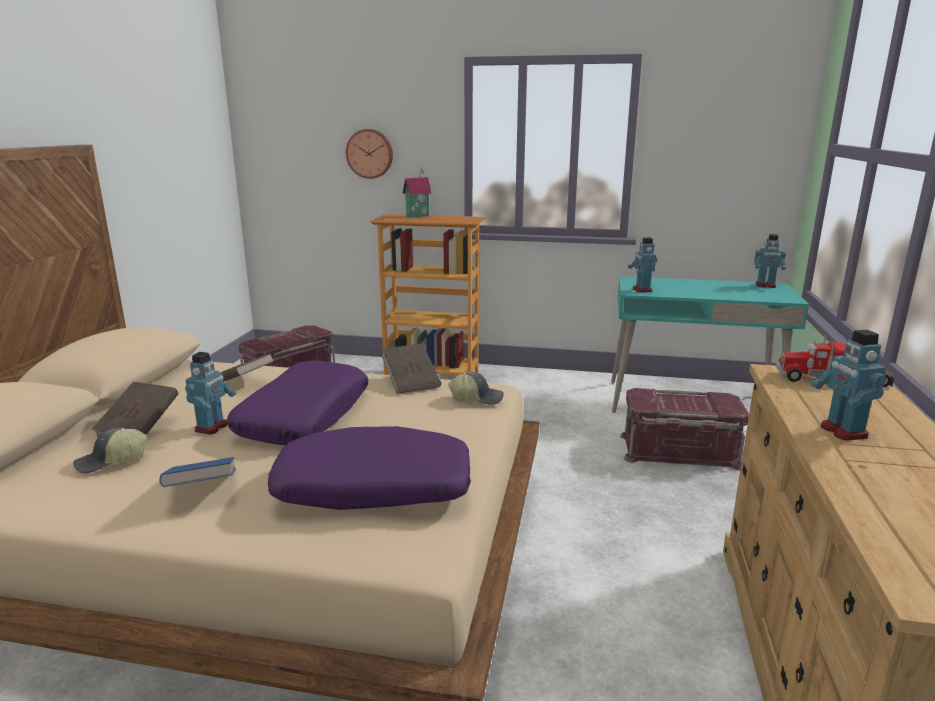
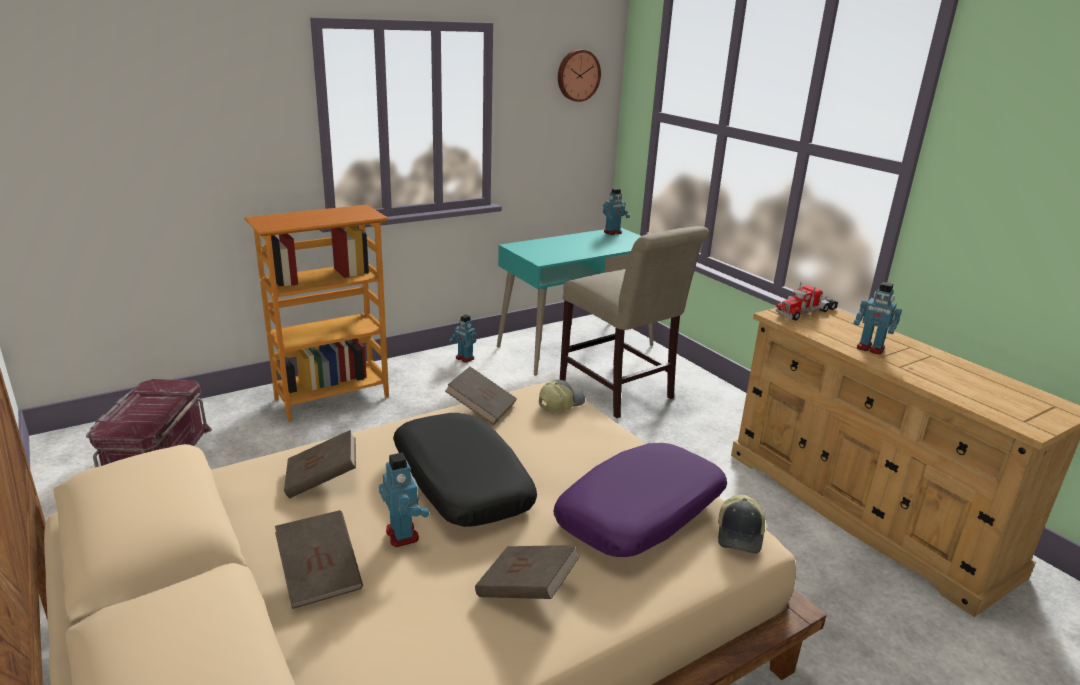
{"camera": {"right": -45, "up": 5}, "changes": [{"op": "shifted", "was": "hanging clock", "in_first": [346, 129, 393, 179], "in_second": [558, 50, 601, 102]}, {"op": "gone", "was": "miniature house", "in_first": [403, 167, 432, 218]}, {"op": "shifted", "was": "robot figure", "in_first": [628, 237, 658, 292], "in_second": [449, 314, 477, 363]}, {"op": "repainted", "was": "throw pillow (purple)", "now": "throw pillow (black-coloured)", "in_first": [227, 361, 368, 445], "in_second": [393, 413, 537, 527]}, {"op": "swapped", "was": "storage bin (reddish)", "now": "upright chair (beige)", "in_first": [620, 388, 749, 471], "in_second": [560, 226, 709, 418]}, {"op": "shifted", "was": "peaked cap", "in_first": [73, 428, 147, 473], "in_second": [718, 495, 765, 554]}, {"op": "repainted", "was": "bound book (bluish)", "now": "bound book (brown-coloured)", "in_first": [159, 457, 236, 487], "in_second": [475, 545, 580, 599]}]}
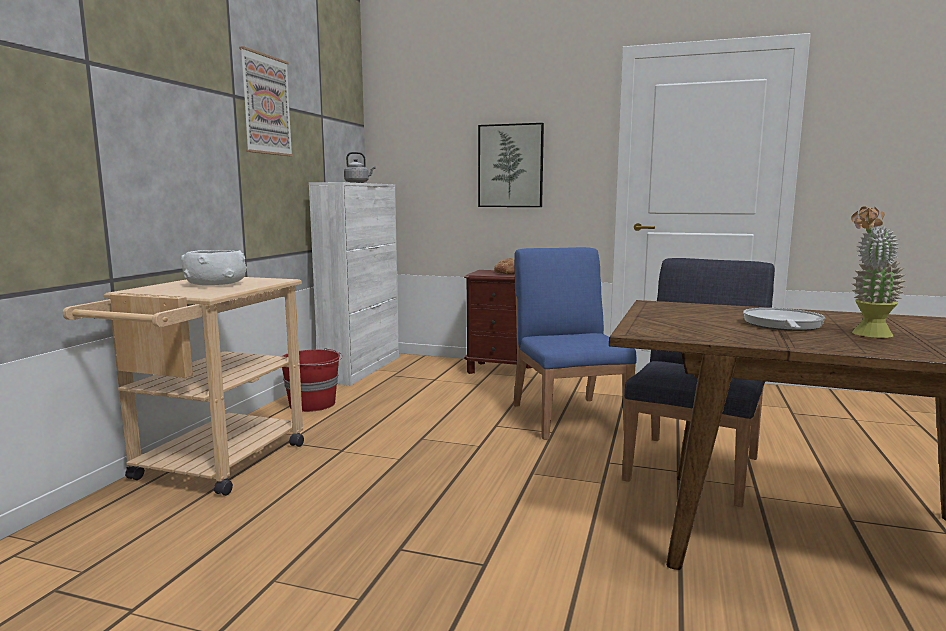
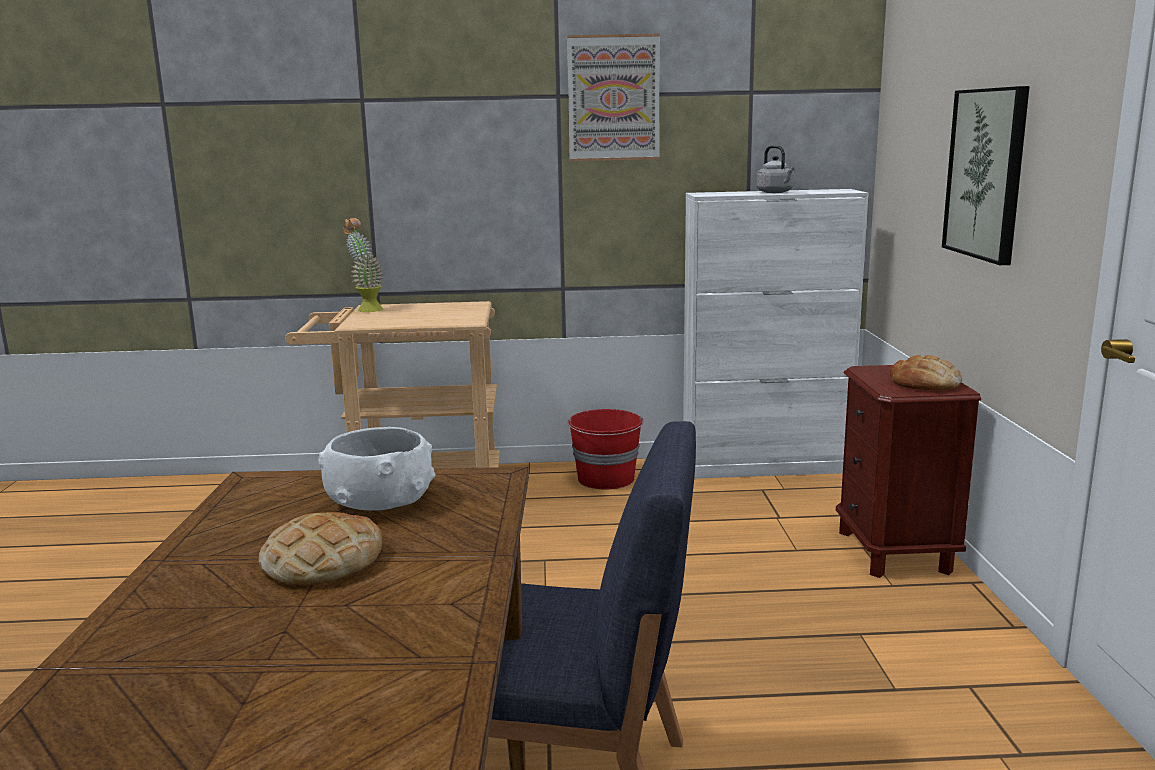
{"camera": {"right": 70, "up": 5}, "changes": [{"op": "shifted", "was": "potted plant", "in_first": [851, 206, 906, 338], "in_second": [343, 218, 383, 312]}, {"op": "gone", "was": "upright chair (bluish)", "in_first": [513, 247, 637, 440]}, {"op": "shifted", "was": "bowl (whitish)", "in_first": [181, 250, 247, 285], "in_second": [318, 427, 436, 511]}, {"op": "swapped", "was": "pan", "now": "bakery bread", "in_first": [743, 308, 825, 331], "in_second": [258, 512, 383, 585]}]}
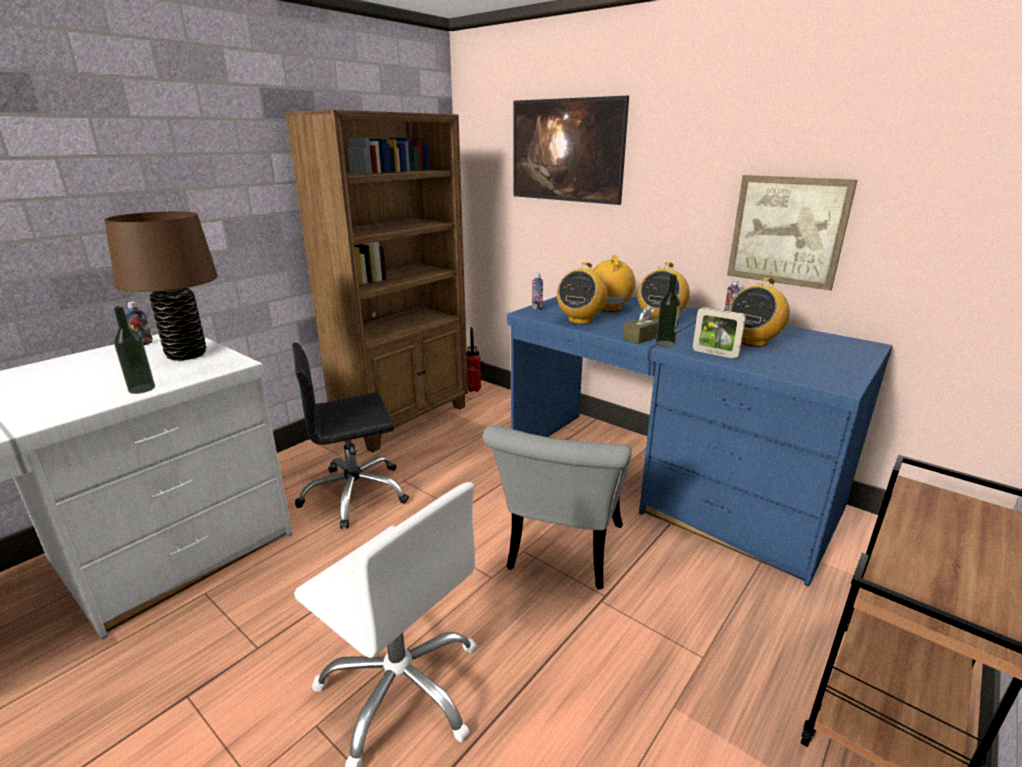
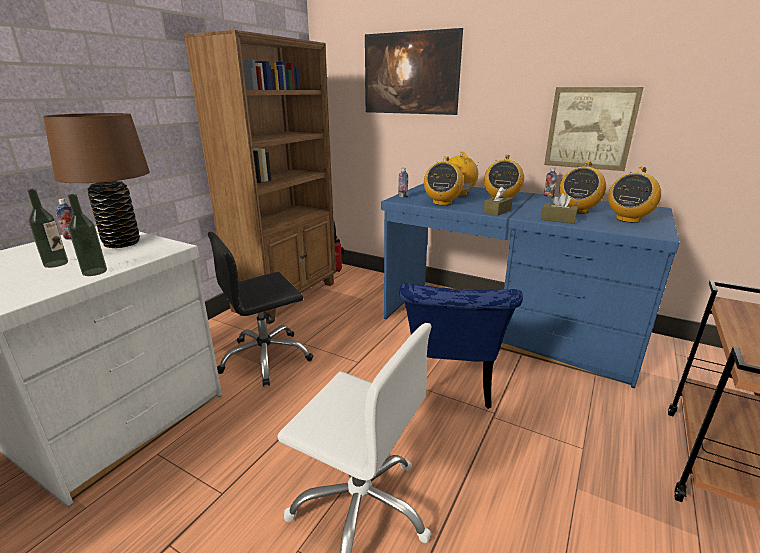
{"camera": {"right": -10, "up": 0}, "changes": [{"op": "shifted", "was": "drink bottle", "in_first": [656, 274, 680, 347], "in_second": [27, 189, 68, 268]}, {"op": "swapped", "was": "picture frame", "now": "tissue holder (brown-coloured)", "in_first": [693, 307, 746, 359], "in_second": [541, 193, 578, 224]}, {"op": "repainted", "was": "upright chair (gray)", "now": "upright chair (bluish)", "in_first": [483, 425, 632, 590], "in_second": [400, 283, 523, 409]}, {"op": "new", "now": "radio set", "in_second": [608, 167, 661, 223]}]}
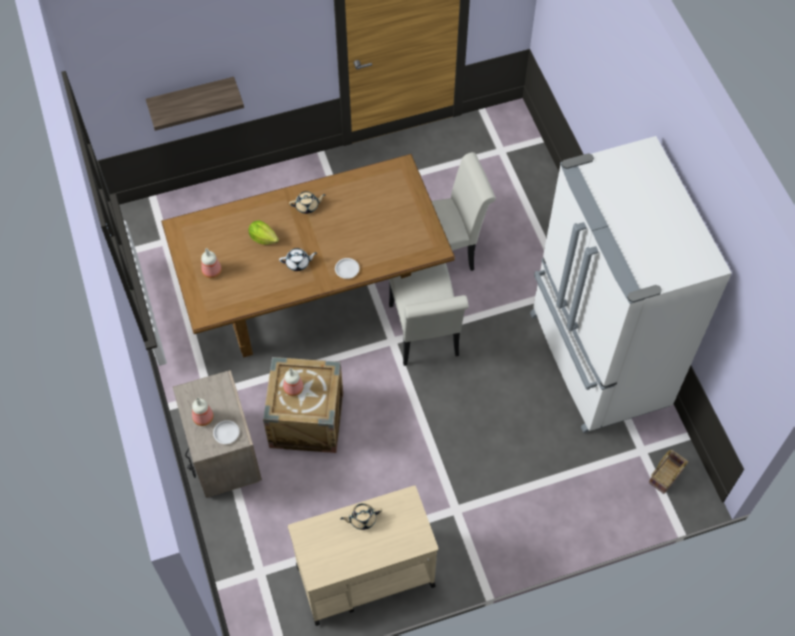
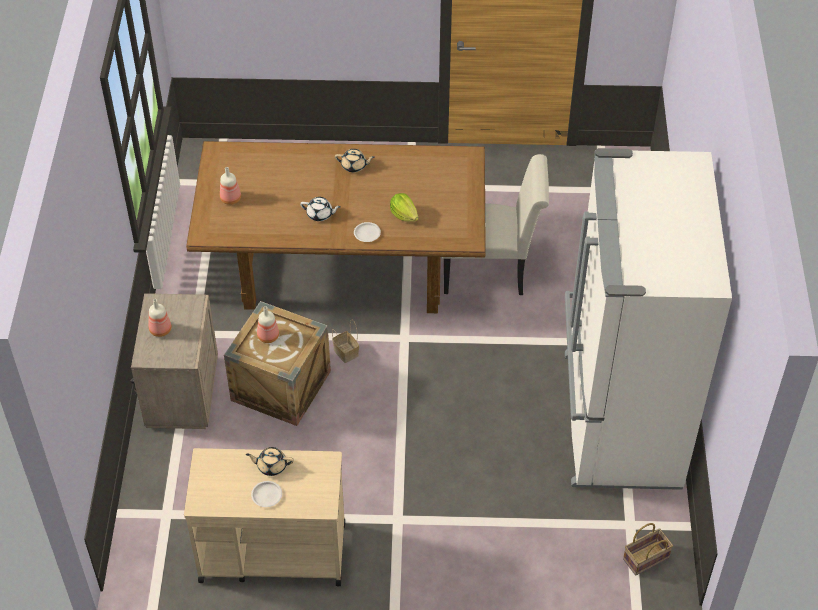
{"camera": {"right": 20, "up": -10}, "changes": [{"op": "gone", "was": "shelf", "in_first": [146, 77, 244, 131]}, {"op": "shifted", "was": "head of lettuce", "in_first": [248, 220, 279, 245], "in_second": [390, 193, 419, 222]}, {"op": "gone", "was": "upright chair (whitish)", "in_first": [389, 263, 469, 366]}, {"op": "shifted", "was": "flat dish (whitish)", "in_first": [213, 420, 239, 444], "in_second": [251, 481, 282, 507]}, {"op": "new", "now": "storage basket", "in_second": [332, 320, 359, 363]}]}
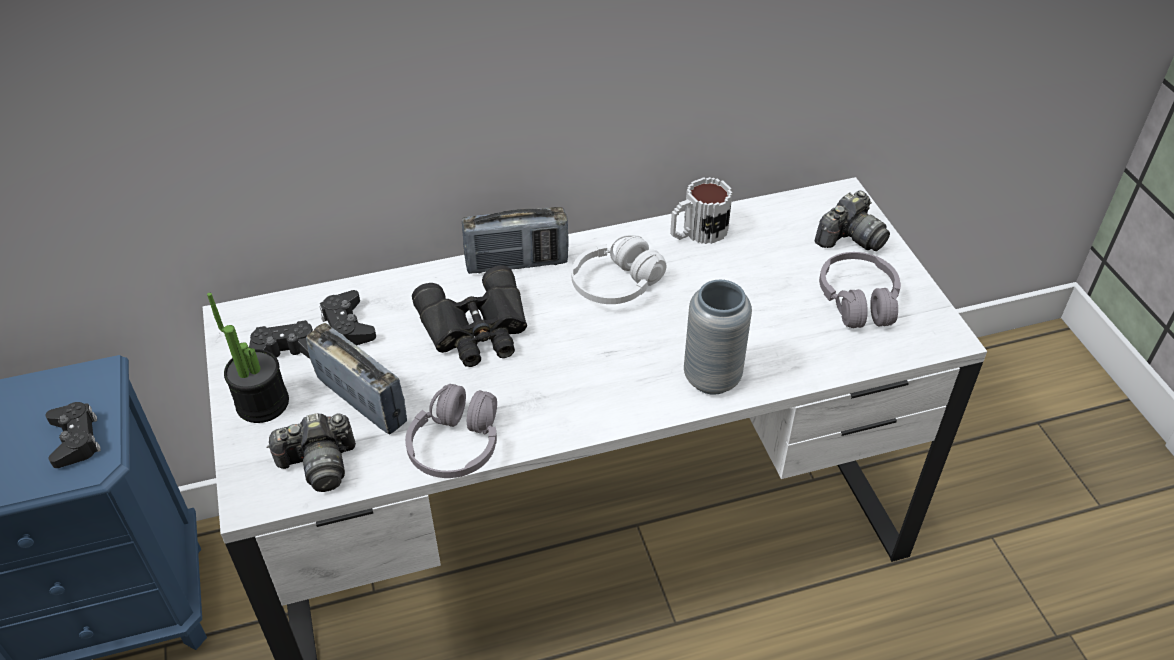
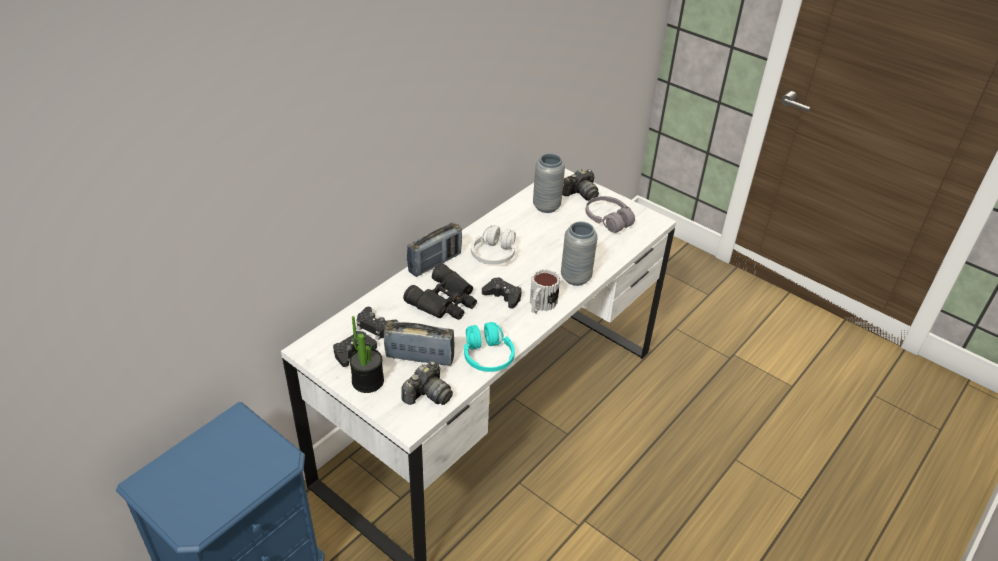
{"camera": {"right": -35, "up": -5}, "changes": [{"op": "shifted", "was": "tea mug", "in_first": [670, 177, 733, 244], "in_second": [530, 269, 560, 314]}, {"op": "rotated", "was": "still camera", "in_first": [815, 191, 890, 251], "in_second": [562, 169, 599, 201], "clockwise": 45}, {"op": "repainted", "was": "headset (gray)", "now": "headset (turquoise)", "in_first": [405, 384, 497, 478], "in_second": [464, 322, 515, 372]}, {"op": "shifted", "was": "game controller (black-coloured)", "in_first": [45, 402, 101, 468], "in_second": [482, 277, 522, 309]}, {"op": "new", "now": "flower vase (gray)", "in_second": [533, 153, 565, 213]}]}
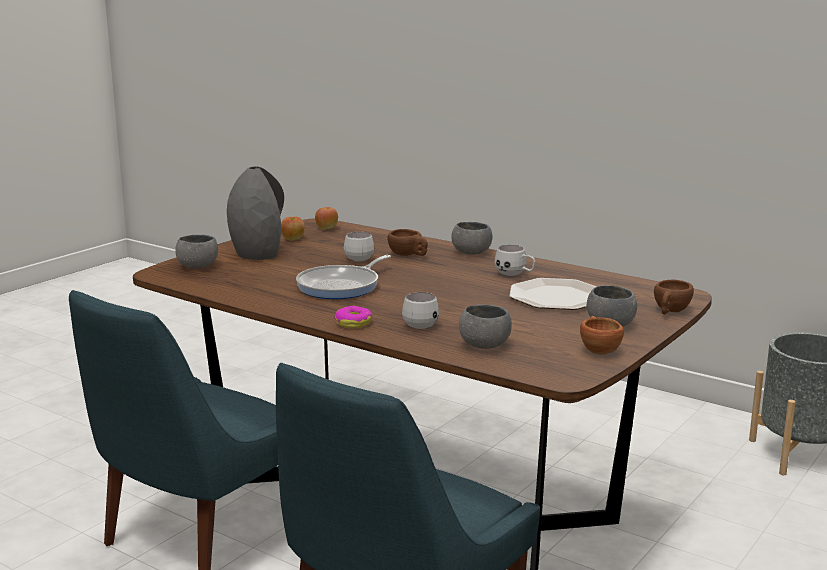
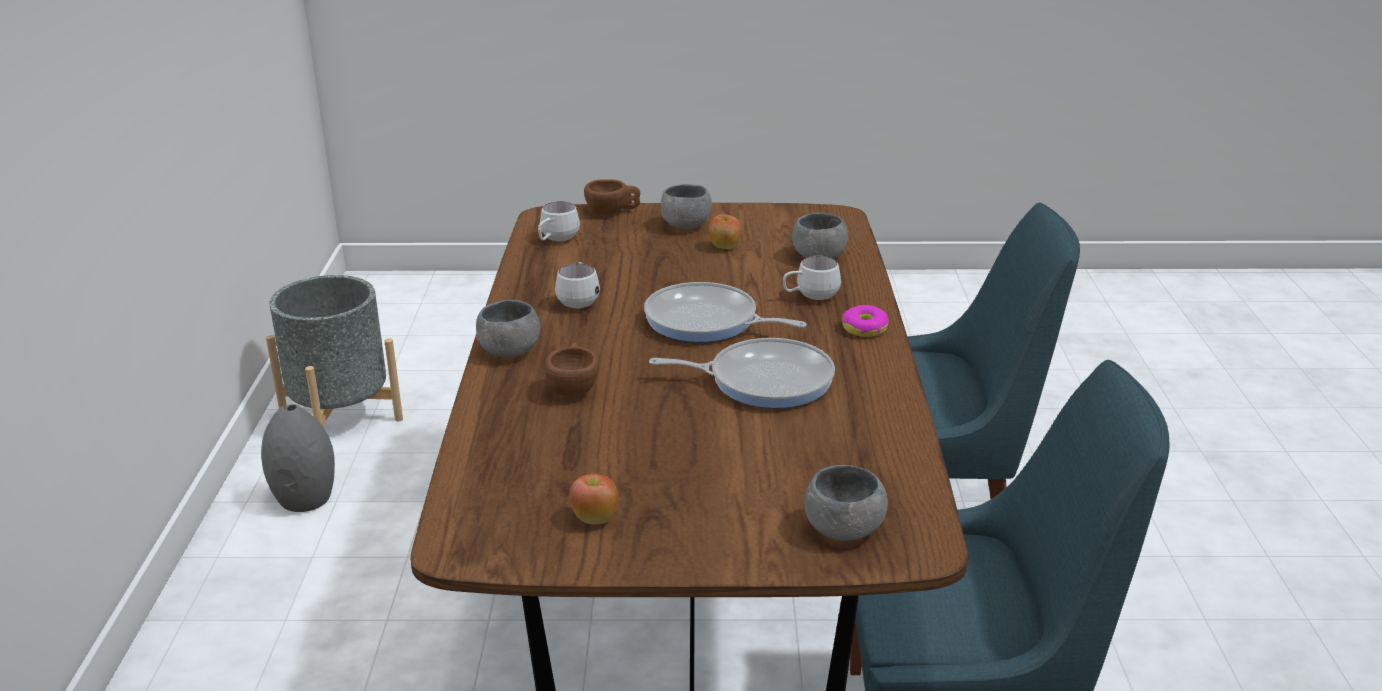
{"camera": {"right": -125, "up": 10}, "changes": [{"op": "shifted", "was": "flower vase (gray)", "in_first": [227, 166, 284, 260], "in_second": [261, 404, 335, 512]}, {"op": "shifted", "was": "whole apple", "in_first": [315, 207, 338, 230], "in_second": [709, 214, 742, 249]}, {"op": "shifted", "was": "tea mug (whitish)", "in_first": [344, 232, 375, 261], "in_second": [538, 201, 580, 242]}, {"op": "gone", "was": "flat dish", "in_first": [509, 278, 597, 310]}, {"op": "gone", "was": "cup (brown-coloured)", "in_first": [580, 316, 624, 354]}, {"op": "new", "now": "pan", "in_second": [644, 282, 807, 343]}]}
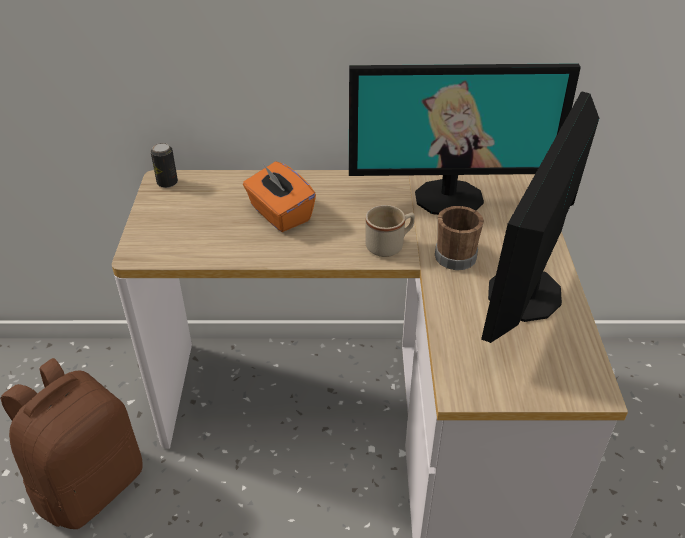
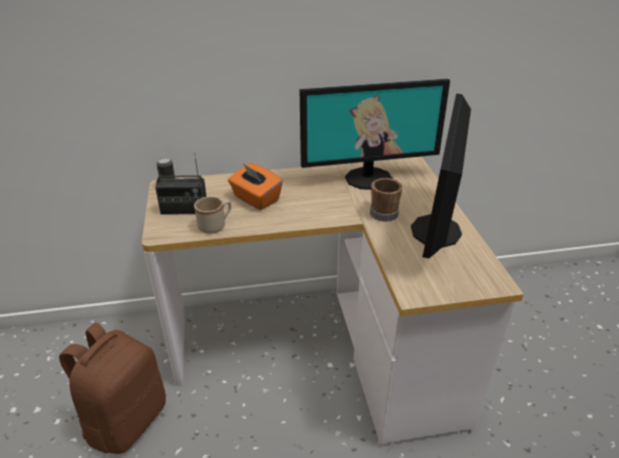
{"camera": {"right": -10, "up": -5}, "changes": [{"op": "shifted", "was": "tea mug (beige)", "in_first": [365, 205, 415, 257], "in_second": [194, 196, 231, 234]}, {"op": "new", "now": "radio set", "in_second": [155, 153, 207, 215]}]}
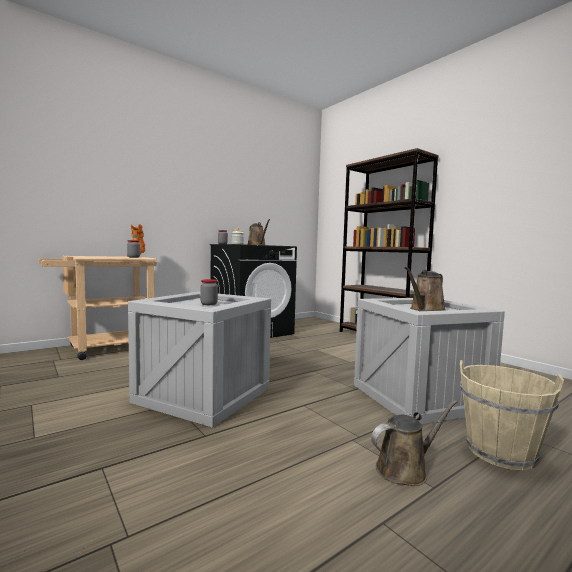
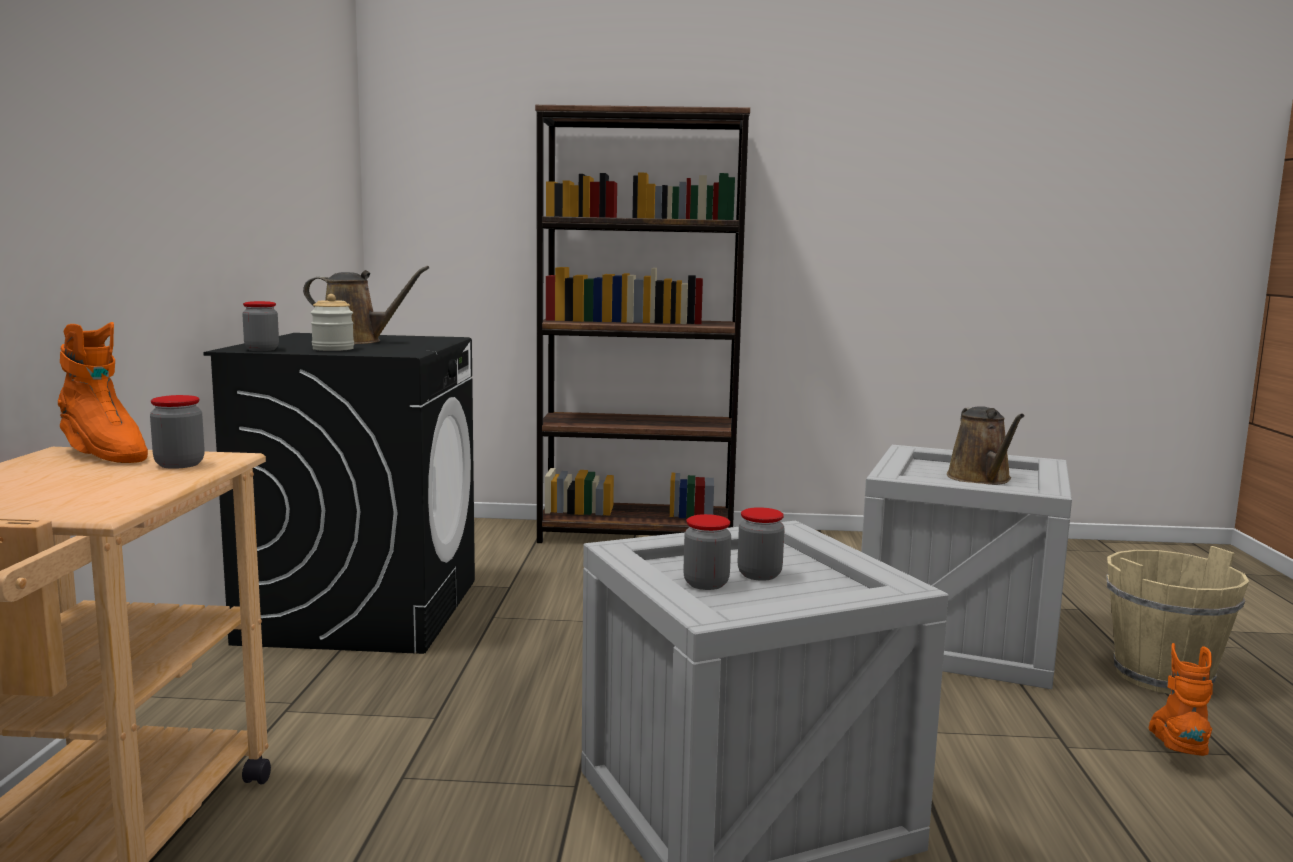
{"camera": {"right": -50, "up": 5}, "changes": [{"op": "swapped", "was": "watering pot (brown-coloured)", "now": "tall boot (orangey)", "in_first": [371, 400, 458, 486], "in_second": [1149, 643, 1213, 756]}, {"op": "new", "now": "preserve jar", "in_second": [683, 514, 731, 590]}]}
